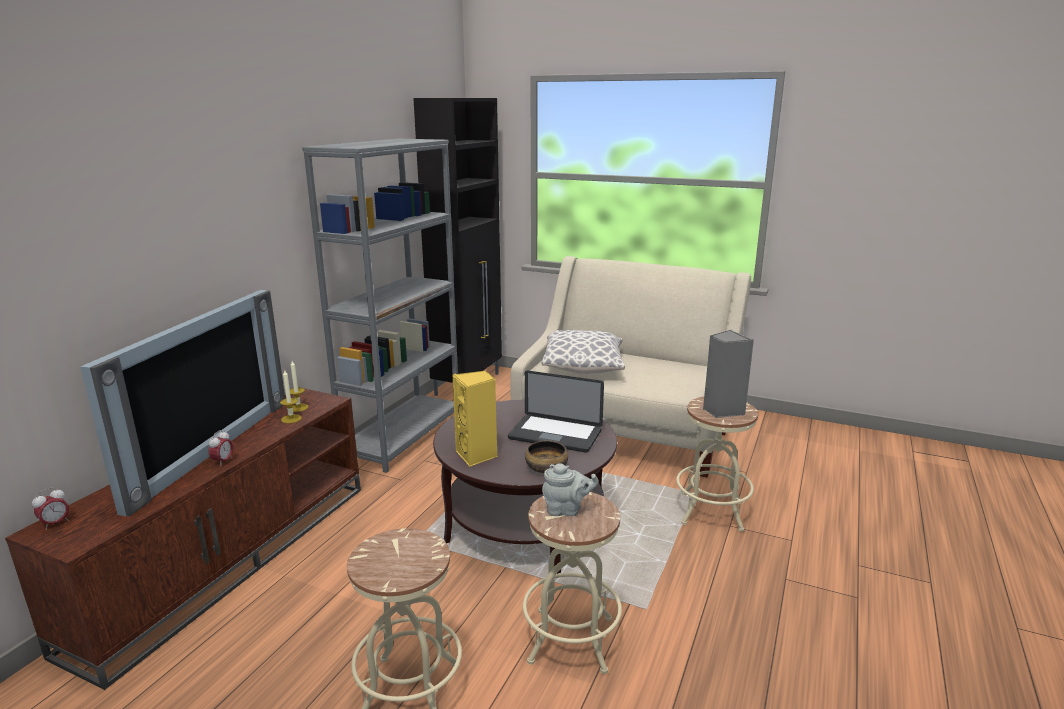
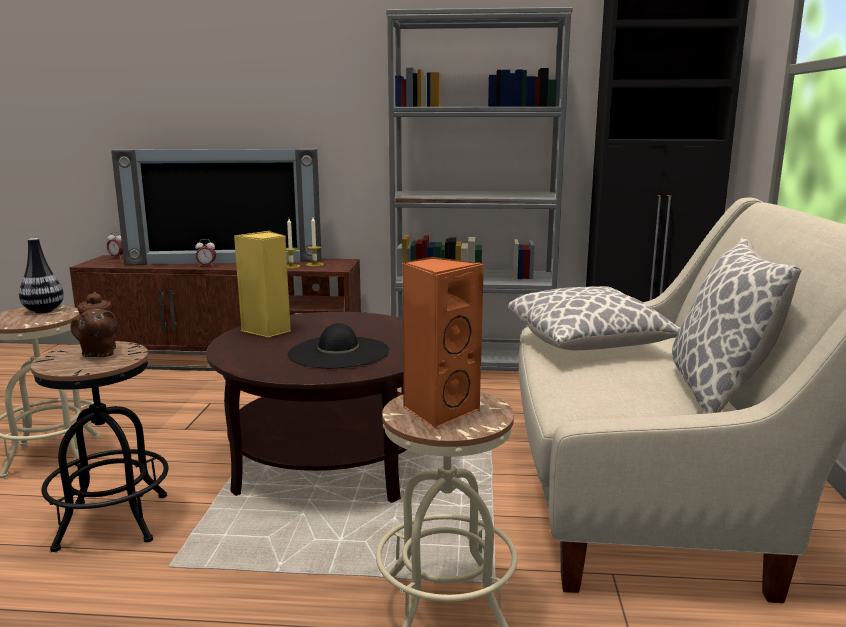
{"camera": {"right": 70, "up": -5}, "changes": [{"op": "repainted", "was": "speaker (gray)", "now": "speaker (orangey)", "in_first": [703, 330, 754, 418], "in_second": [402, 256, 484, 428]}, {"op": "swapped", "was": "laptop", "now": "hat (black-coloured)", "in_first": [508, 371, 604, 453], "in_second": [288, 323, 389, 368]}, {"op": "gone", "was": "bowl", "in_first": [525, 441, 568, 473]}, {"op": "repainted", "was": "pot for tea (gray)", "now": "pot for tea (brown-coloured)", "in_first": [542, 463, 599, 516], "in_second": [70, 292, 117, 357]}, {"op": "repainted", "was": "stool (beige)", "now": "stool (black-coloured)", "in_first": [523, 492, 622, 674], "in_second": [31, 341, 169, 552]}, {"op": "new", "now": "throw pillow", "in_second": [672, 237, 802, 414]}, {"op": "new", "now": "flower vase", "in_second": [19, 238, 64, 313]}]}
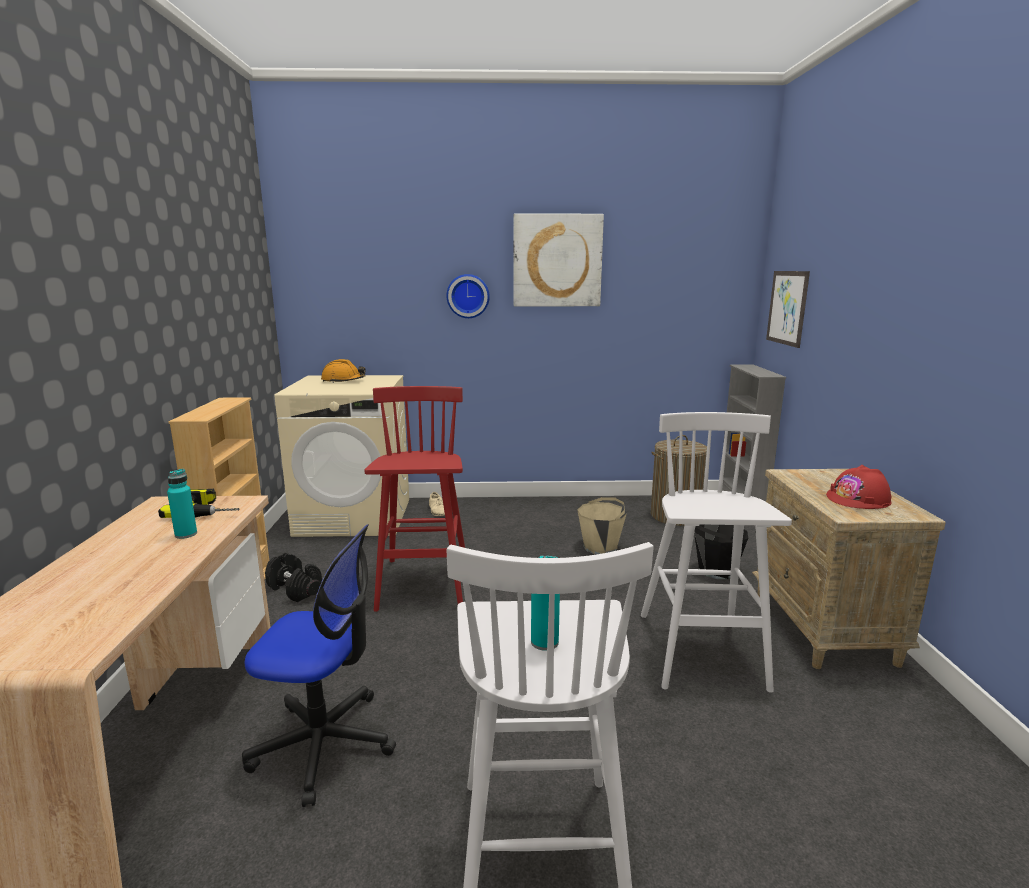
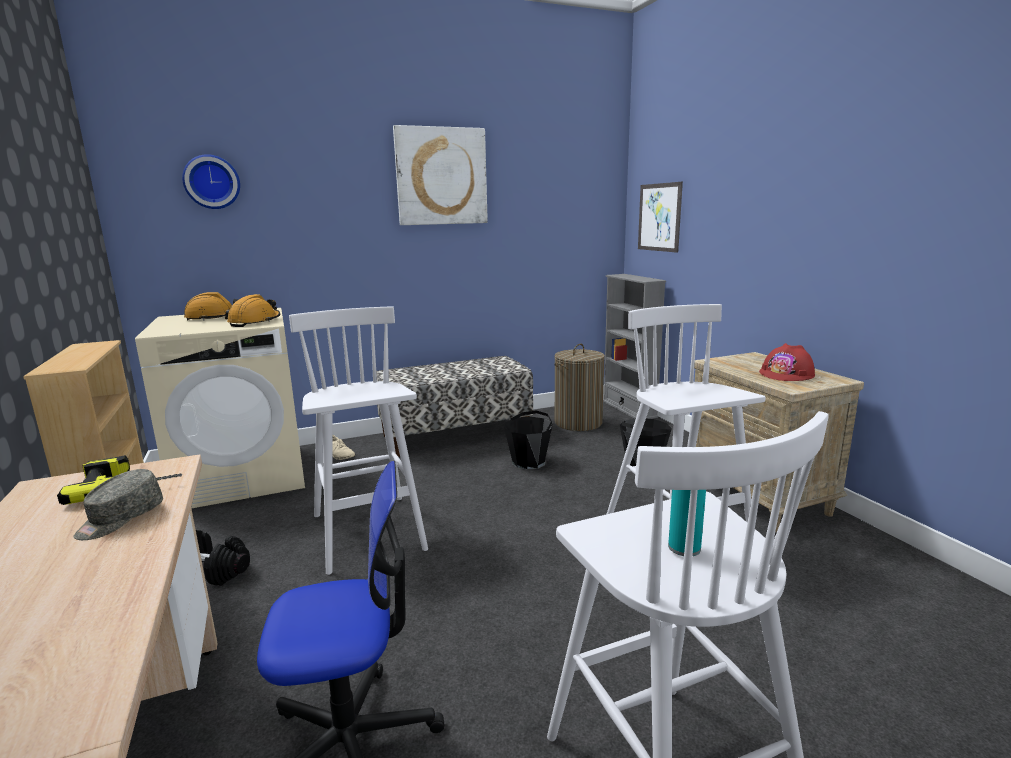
{"camera": {"right": -20, "up": 0}, "changes": [{"op": "shifted", "was": "hanging clock", "in_first": [446, 274, 490, 318], "in_second": [182, 154, 240, 209]}, {"op": "repainted", "was": "stool (reddish)", "now": "stool (whitish)", "in_first": [364, 386, 465, 612], "in_second": [289, 307, 428, 575]}, {"op": "swapped", "was": "drink bottle (turquoise)", "now": "peaked cap (gray)", "in_first": [167, 469, 197, 539], "in_second": [73, 469, 163, 540]}, {"op": "repainted", "was": "water bucket (beige)", "now": "water bucket (black-coloured)", "in_first": [577, 497, 627, 554], "in_second": [504, 411, 553, 470]}, {"op": "new", "now": "work helmet (orangey)", "in_second": [225, 294, 280, 327]}, {"op": "new", "now": "long seat", "in_second": [376, 356, 533, 457]}]}
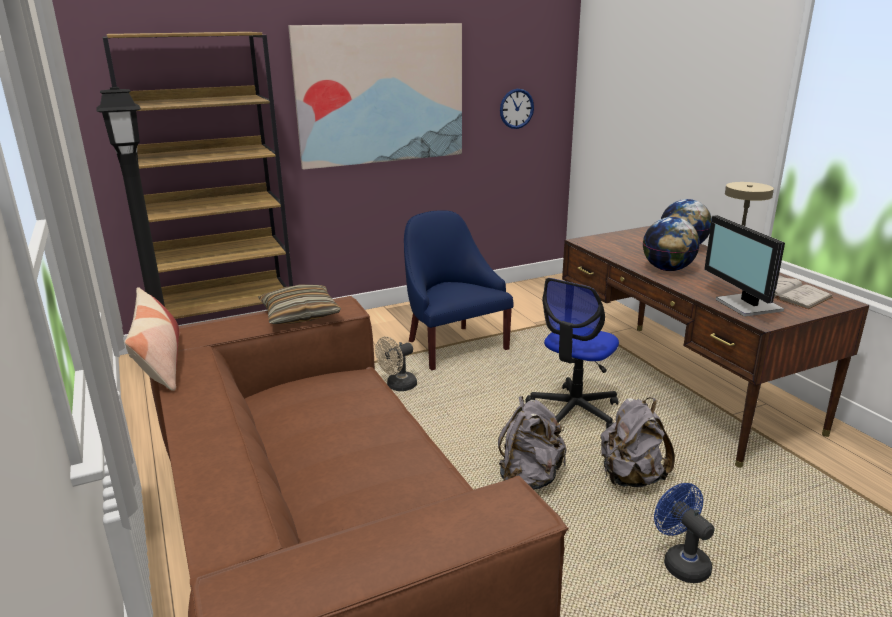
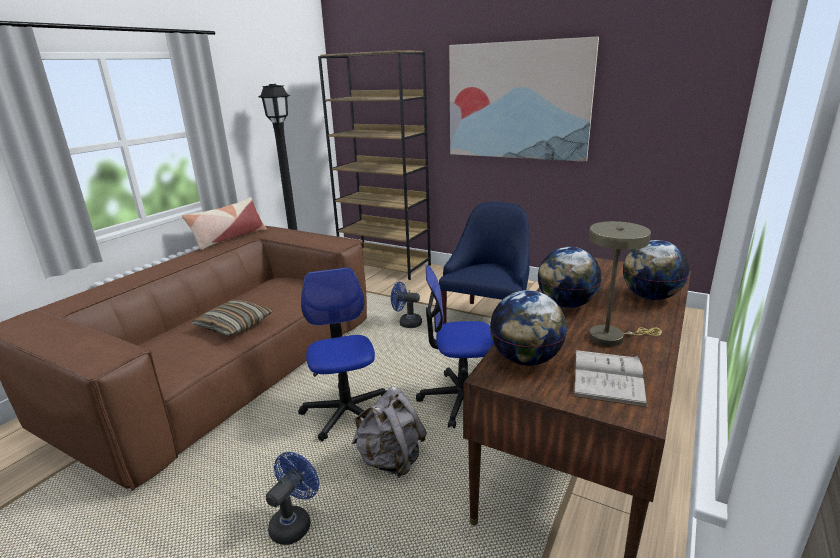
{"camera": {"right": 55, "up": 0}, "changes": [{"op": "gone", "was": "hanging clock", "in_first": [500, 89, 534, 129]}, {"op": "swapped", "was": "computer display", "now": "world globe", "in_first": [704, 215, 785, 317], "in_second": [490, 290, 567, 366]}, {"op": "shifted", "was": "throw pillow", "in_first": [258, 284, 341, 324], "in_second": [192, 300, 273, 336]}, {"op": "repainted", "was": "fan (beige)", "now": "fan (bluish)", "in_first": [375, 336, 417, 391], "in_second": [391, 282, 422, 328]}, {"op": "swapped", "was": "backpack (gray)", "now": "office chair", "in_first": [498, 396, 566, 490], "in_second": [298, 267, 387, 442]}]}
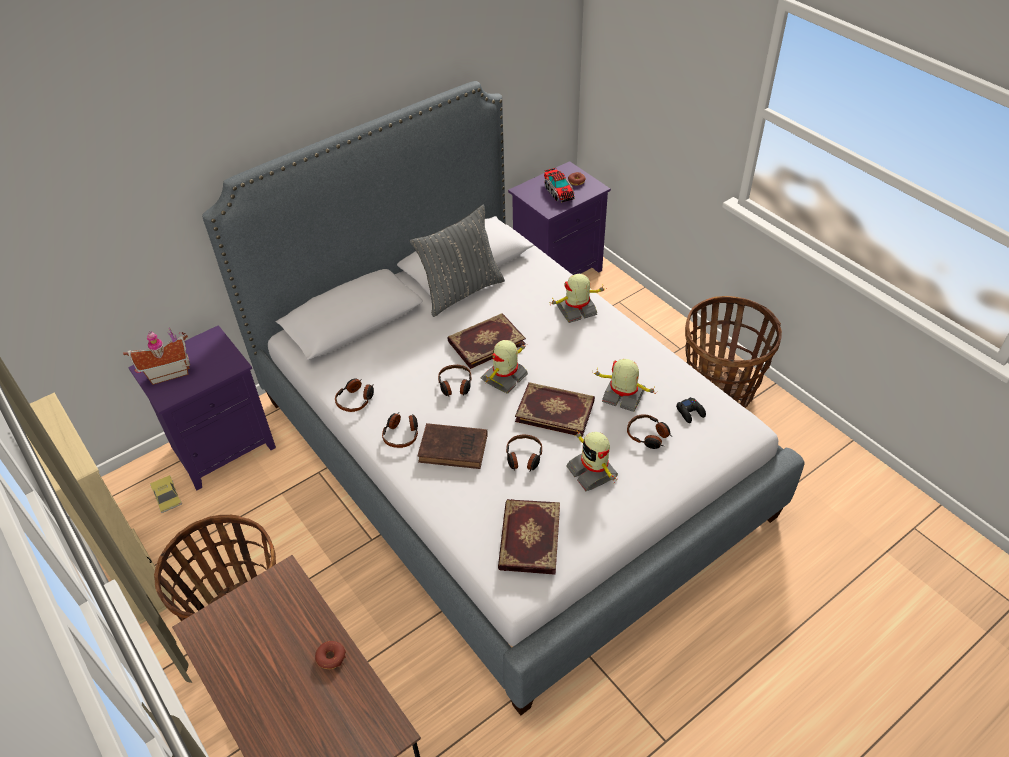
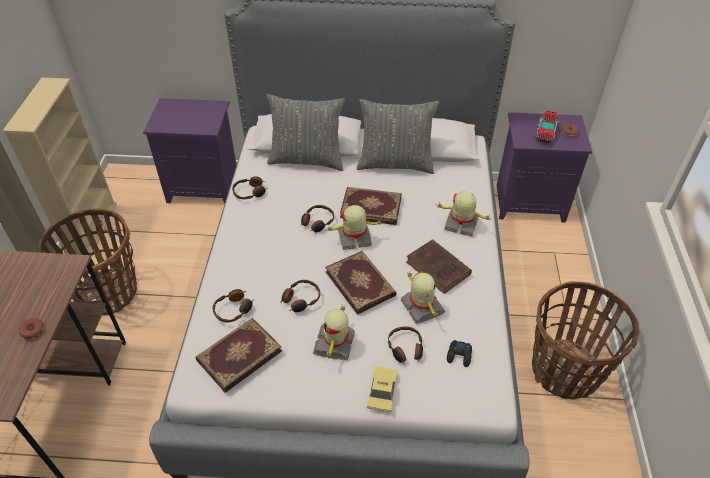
{"camera": {"right": 40, "up": 0}, "changes": [{"op": "gone", "was": "miniature house", "in_first": [123, 327, 190, 385]}, {"op": "shifted", "was": "headset", "in_first": [382, 413, 418, 448], "in_second": [213, 289, 254, 322]}, {"op": "shifted", "was": "bound book (brown-coloured)", "in_first": [417, 423, 488, 469], "in_second": [406, 239, 472, 294]}, {"op": "shifted", "was": "toy car", "in_first": [150, 475, 182, 513], "in_second": [367, 366, 398, 412]}, {"op": "new", "now": "throw pillow (gray)", "in_second": [267, 94, 345, 171]}]}
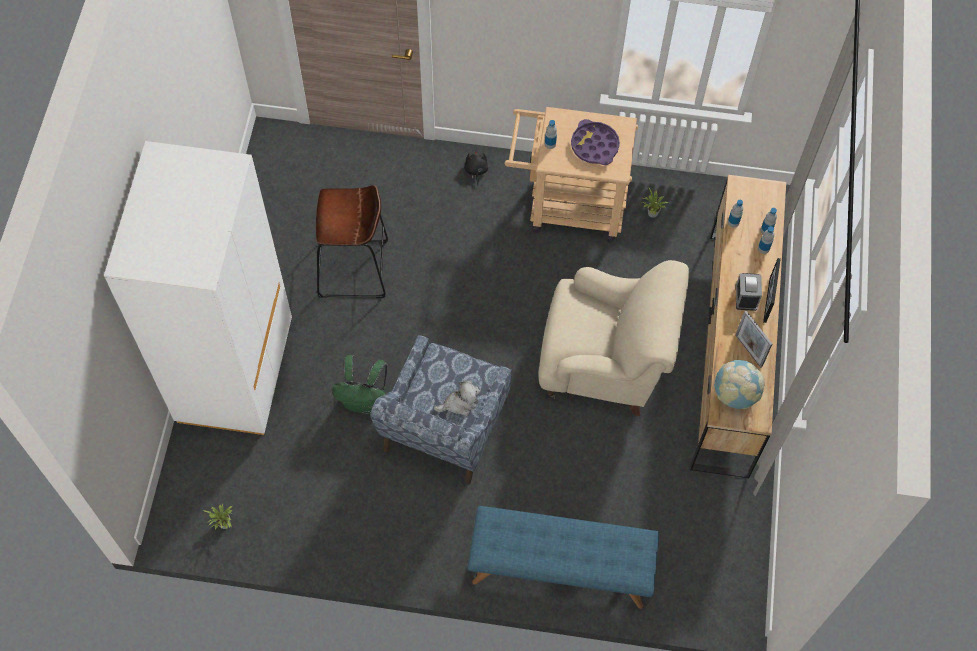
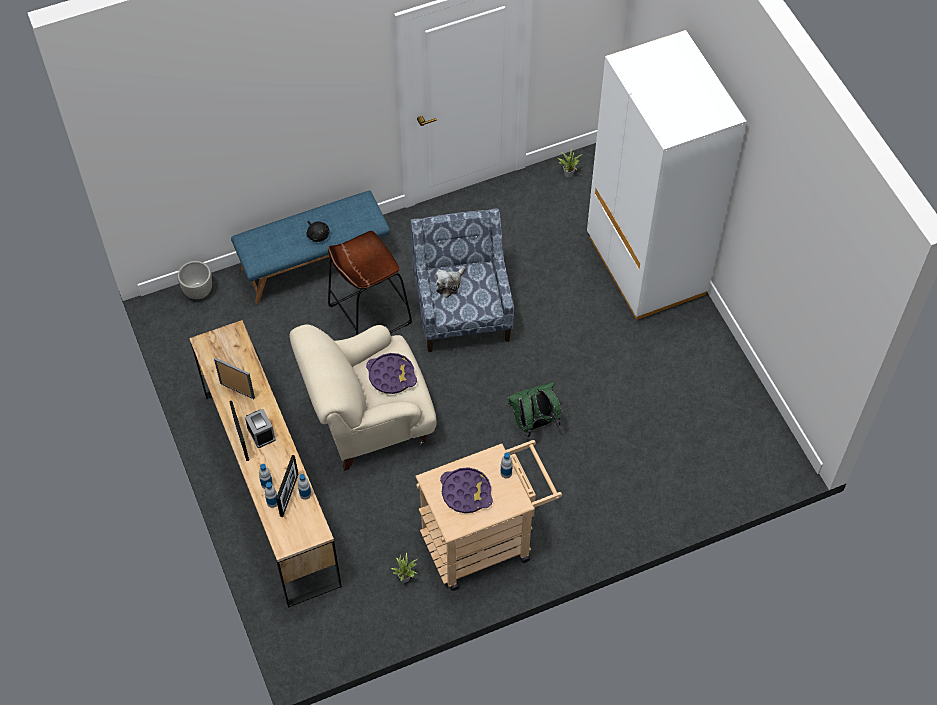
{"camera": {"right": 150, "up": -5}, "changes": [{"op": "shifted", "was": "soft toy (black-coloured)", "in_first": [464, 150, 488, 186], "in_second": [306, 221, 330, 242]}, {"op": "shifted", "was": "stool (brown-coloured)", "in_first": [316, 185, 388, 298], "in_second": [328, 231, 412, 335]}, {"op": "shifted", "was": "backpack (green-coloured)", "in_first": [332, 355, 387, 414], "in_second": [508, 382, 561, 437]}, {"op": "gone", "was": "world globe", "in_first": [714, 360, 765, 409]}, {"op": "new", "now": "plant pot (gray)", "in_second": [177, 261, 212, 299]}, {"op": "new", "now": "serving tray (purple)", "in_second": [366, 353, 417, 394]}, {"op": "new", "now": "picture frame", "in_second": [276, 455, 298, 517]}]}
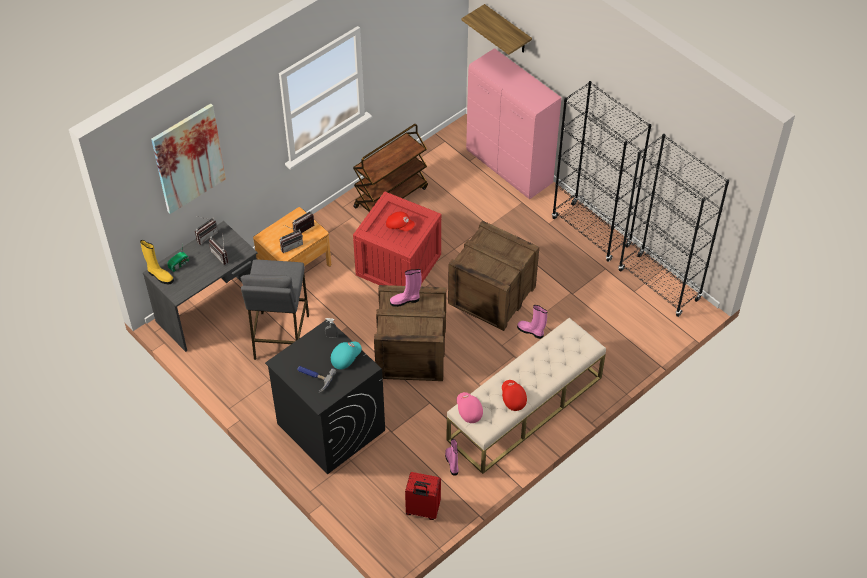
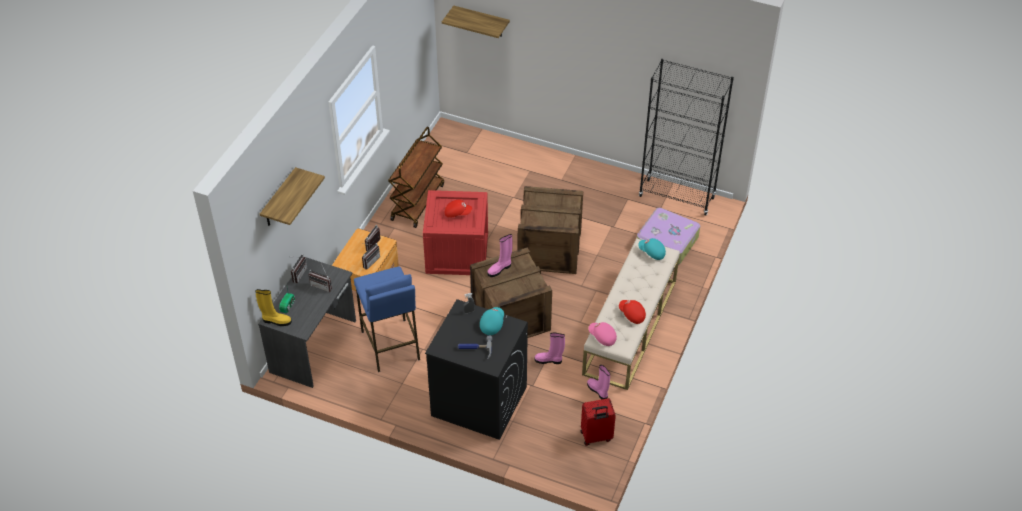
{"camera": {"right": -25, "up": -5}, "changes": [{"op": "gone", "was": "cabinet (pink-coloured)", "in_first": [466, 48, 562, 199]}, {"op": "gone", "was": "shelving unit (black-coloured)", "in_first": [552, 81, 651, 262]}, {"op": "swapped", "was": "picture", "now": "shelf", "in_first": [151, 103, 226, 214], "in_second": [260, 167, 325, 226]}, {"op": "repainted", "was": "stool (gray)", "now": "stool (bluish)", "in_first": [241, 259, 309, 360], "in_second": [354, 266, 420, 372]}, {"op": "shifted", "was": "tall boot (pink-coloured)", "in_first": [517, 305, 547, 339], "in_second": [535, 333, 565, 364]}, {"op": "new", "now": "travel case", "in_second": [637, 208, 700, 265]}, {"op": "new", "now": "peaked cap (turquoise)", "in_second": [638, 238, 666, 260]}]}
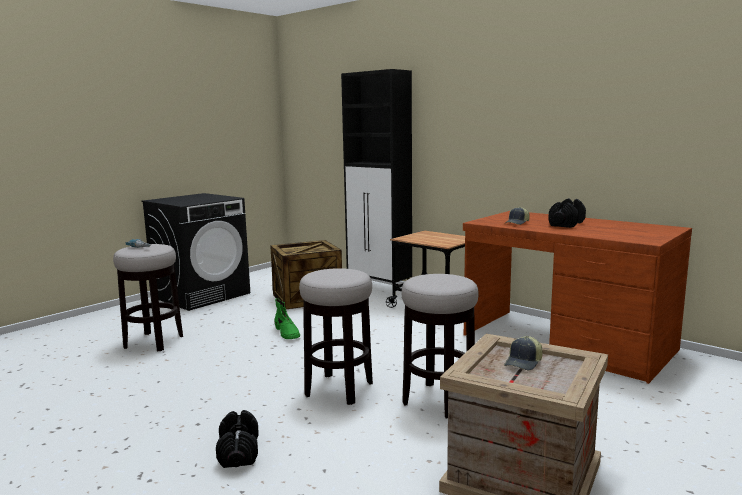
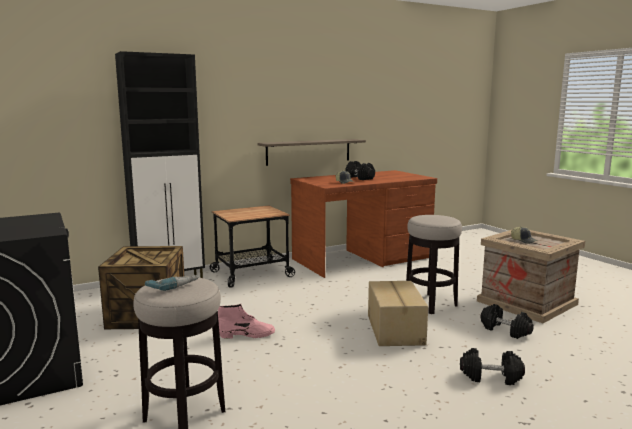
{"camera": {"right": -70, "up": 0}, "changes": [{"op": "swapped", "was": "stool", "now": "carton", "in_first": [299, 268, 373, 405], "in_second": [368, 281, 428, 346]}, {"op": "repainted", "was": "tall boot (green-coloured)", "now": "tall boot (pink-coloured)", "in_first": [274, 298, 300, 339], "in_second": [218, 304, 275, 339]}, {"op": "new", "now": "shelf", "in_second": [258, 139, 366, 166]}, {"op": "new", "now": "hand weight (black-coloured)", "in_second": [480, 304, 534, 339]}]}
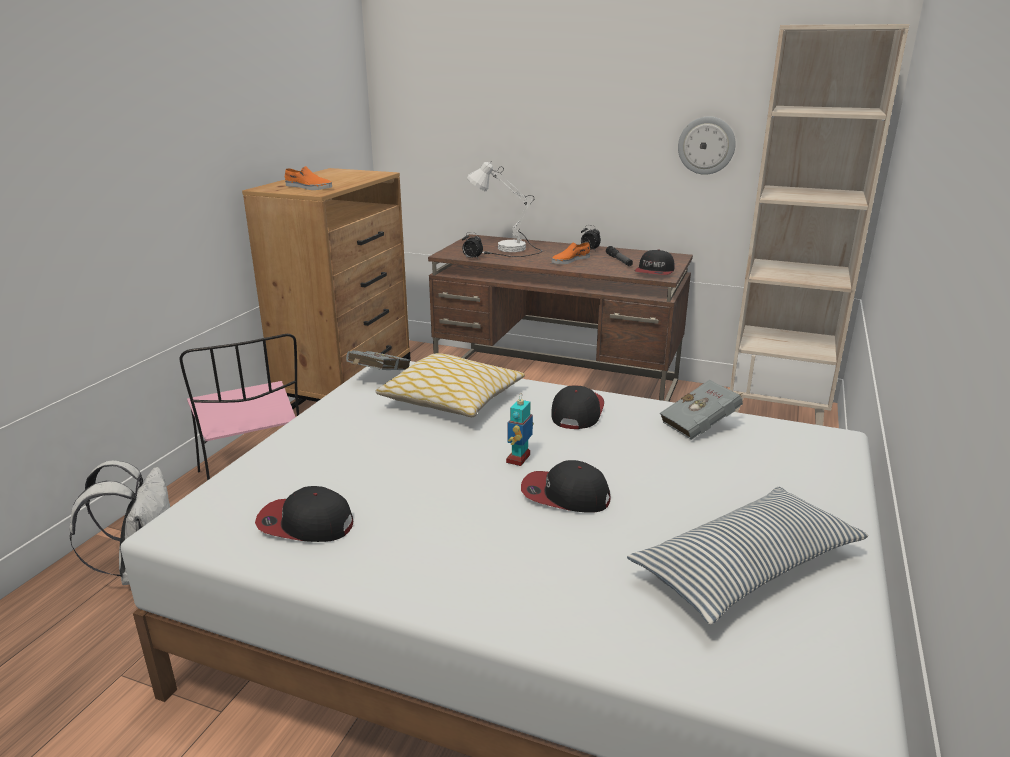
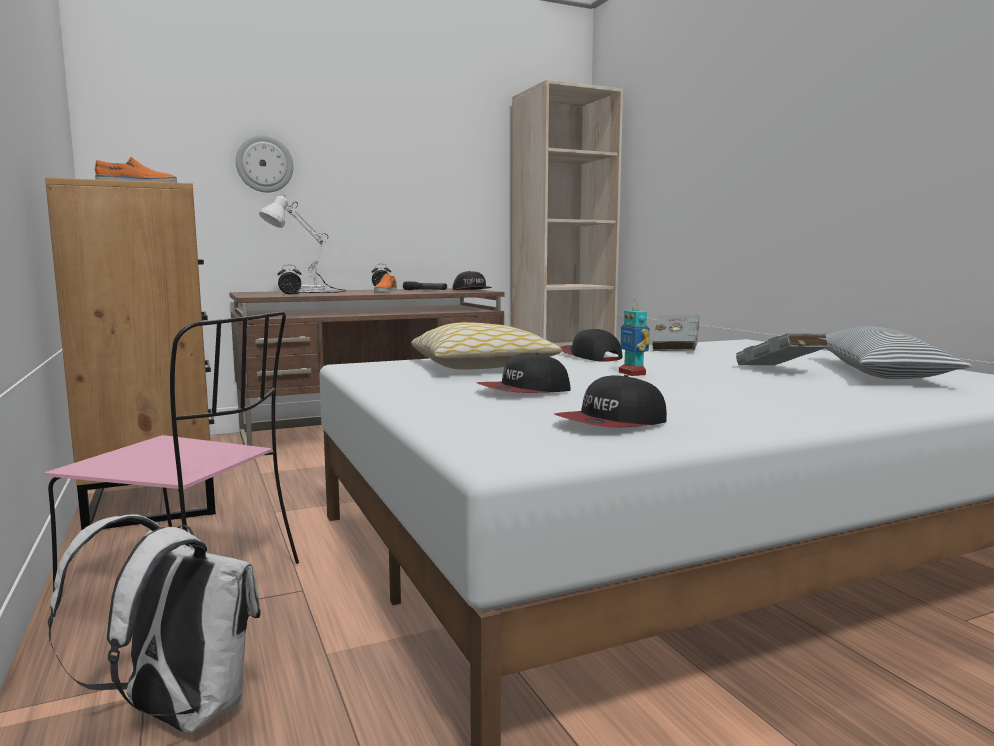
{"camera": {"right": -45, "up": -15}, "changes": [{"op": "shifted", "was": "hanging clock", "in_first": [678, 116, 736, 175], "in_second": [236, 135, 294, 192]}, {"op": "shifted", "was": "bound book (gray)", "in_first": [346, 351, 410, 370], "in_second": [736, 333, 828, 365]}, {"op": "shifted", "was": "peaked cap", "in_first": [521, 460, 610, 513], "in_second": [477, 352, 571, 393]}]}
